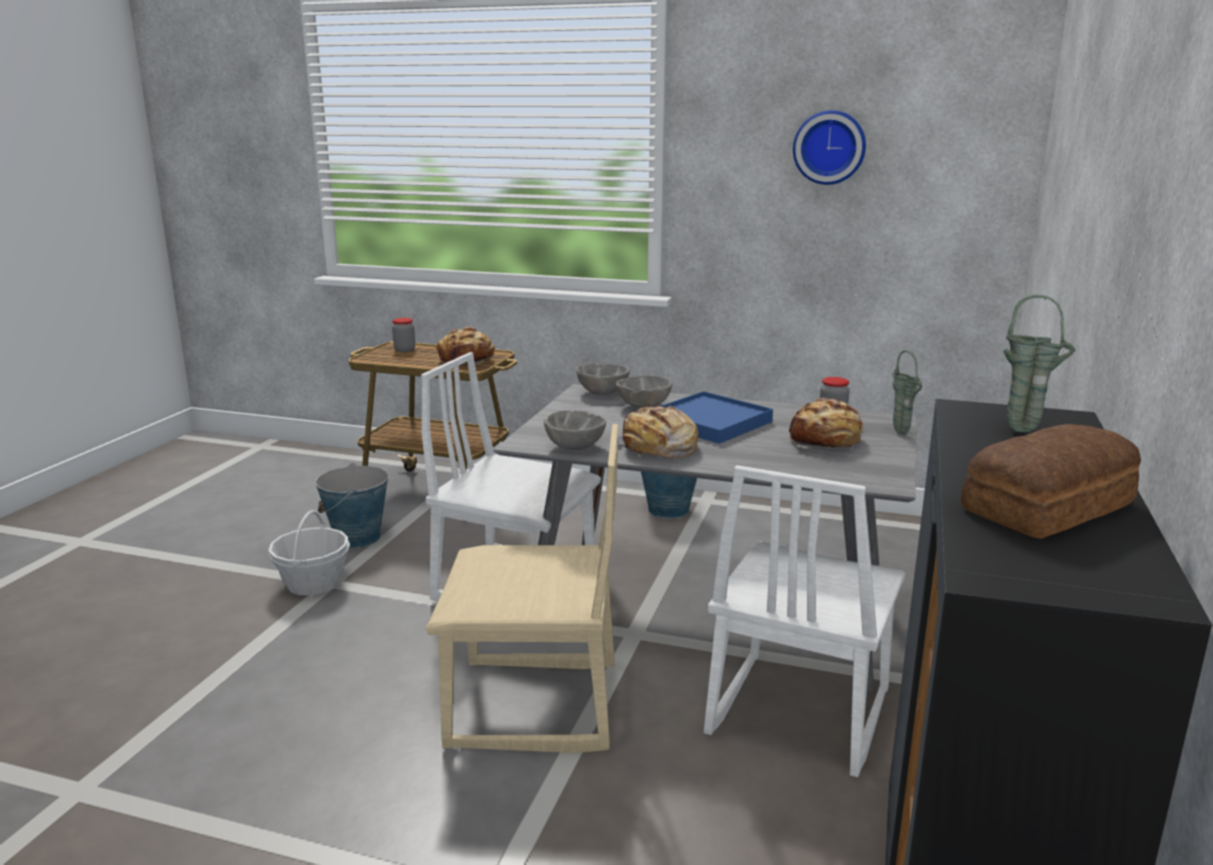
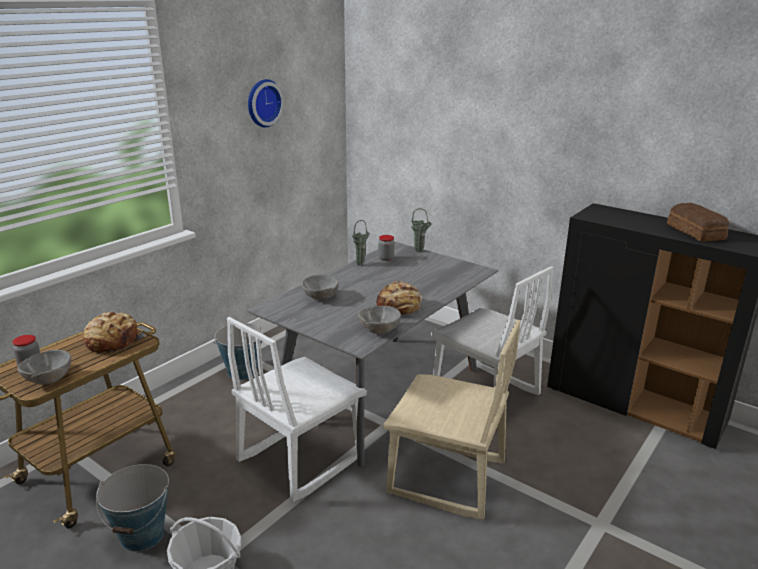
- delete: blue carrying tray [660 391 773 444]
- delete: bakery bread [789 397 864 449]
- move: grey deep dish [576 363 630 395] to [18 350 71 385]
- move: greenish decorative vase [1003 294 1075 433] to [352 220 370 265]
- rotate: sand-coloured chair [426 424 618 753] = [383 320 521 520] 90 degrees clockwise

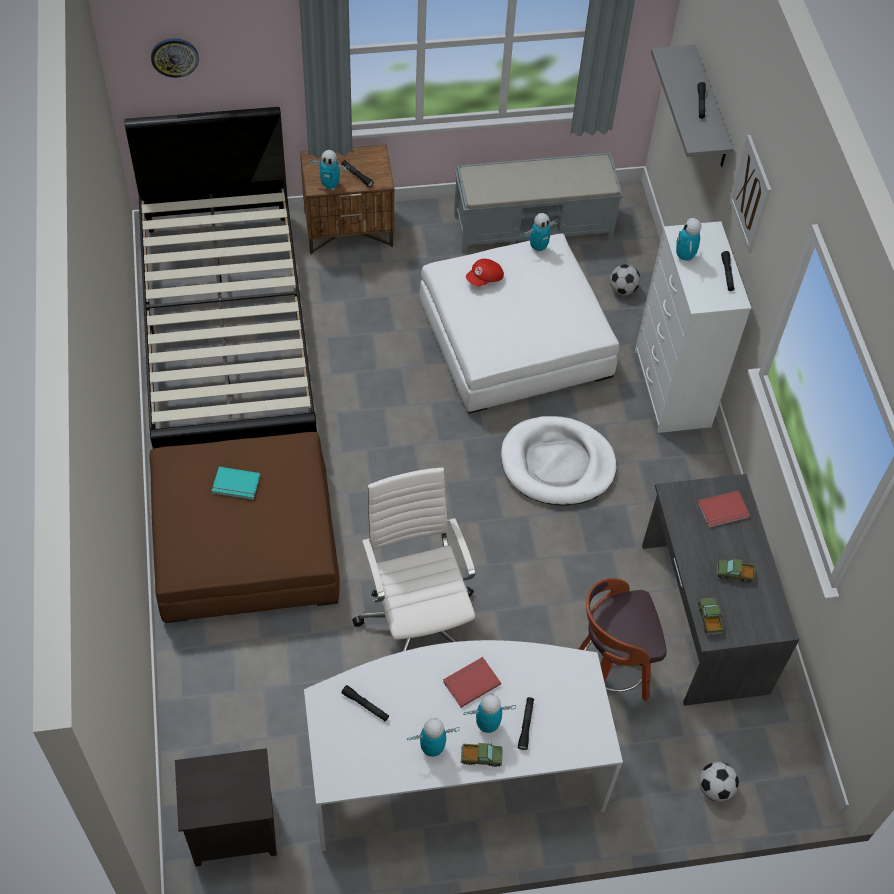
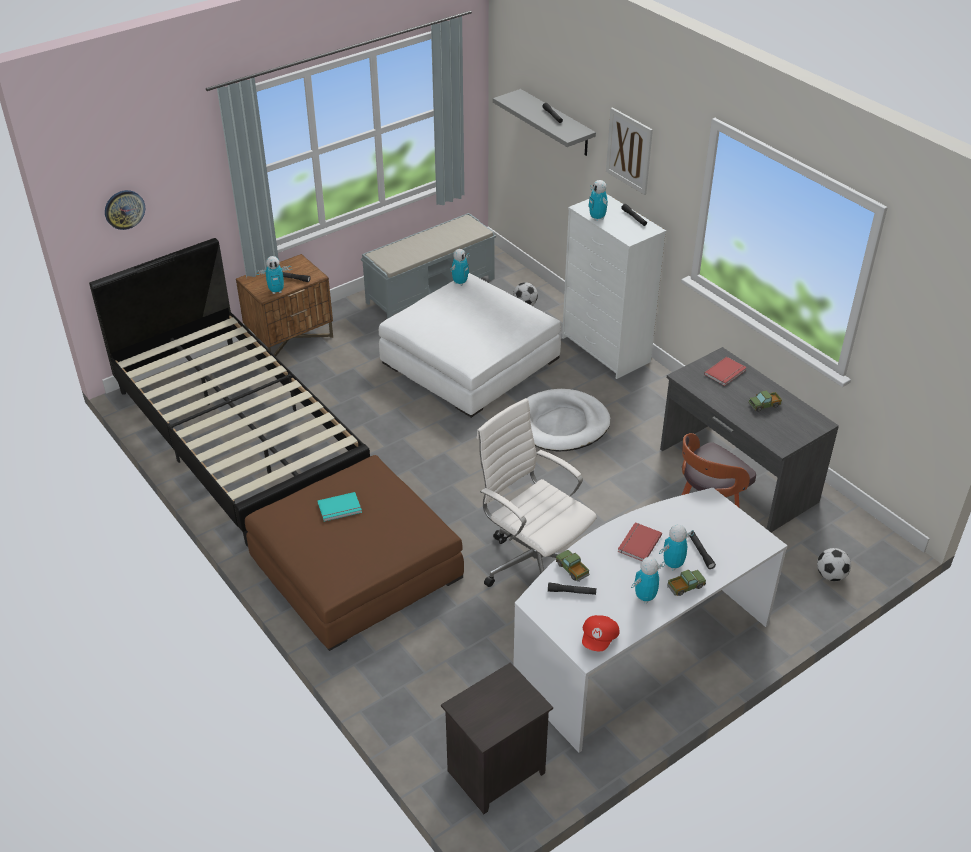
- move: red-coloured baseball cap [466 259 504 287] to [582 615 620 651]
- move: toy truck [698 597 724 636] to [556 550 590 582]

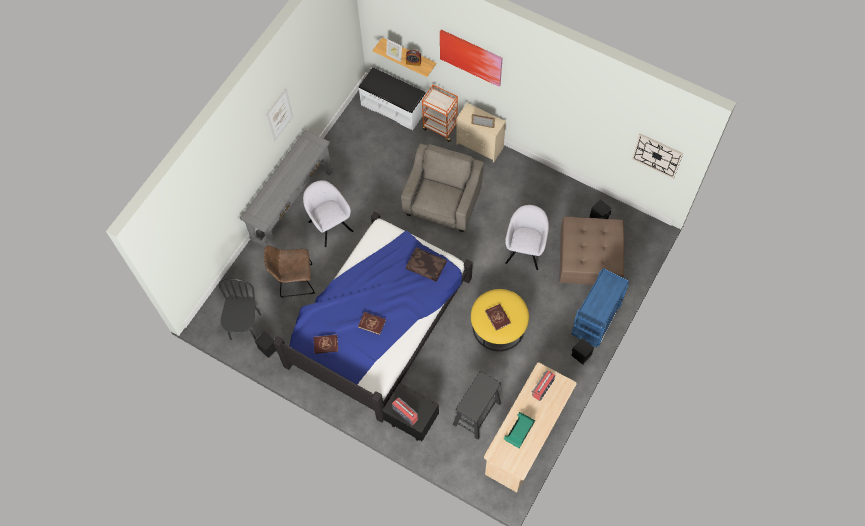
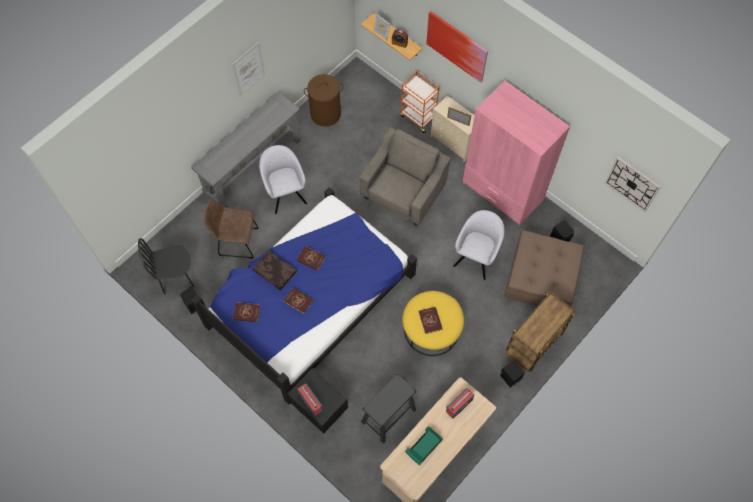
- delete: whitish indoor bench [358 67 426 130]
- insert: red-coloured volume [296 246 326 271]
- insert: brownish washing basket [304 74 343 127]
- insert: pink-coloured armoire [463 80 570 226]
- move: brownish cushion [405 247 447 282] to [252 251 297 290]
- recolor: blue cart [571 268 629 347] to brownish cart [505 292 576 372]
- rotate: blackish chair [219 278 261 340] = [138 238 194 295] 120 degrees counterclockwise

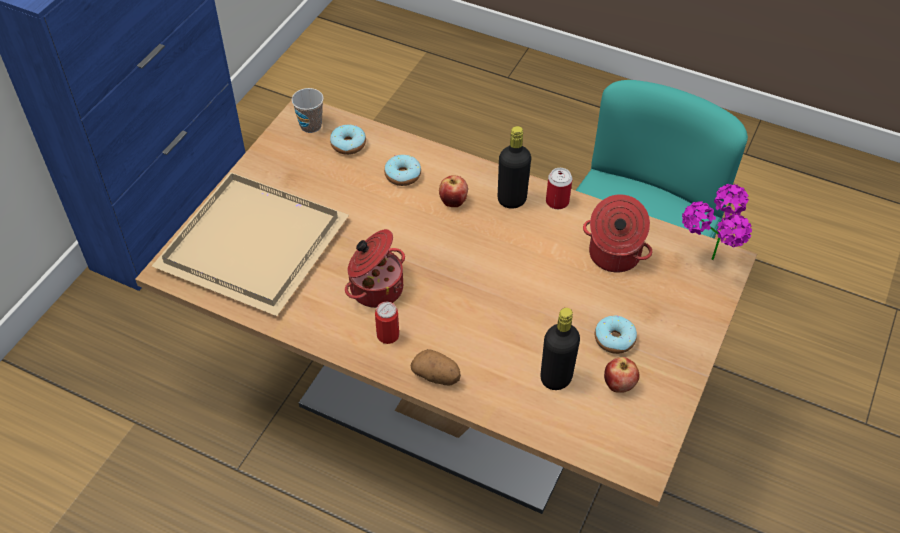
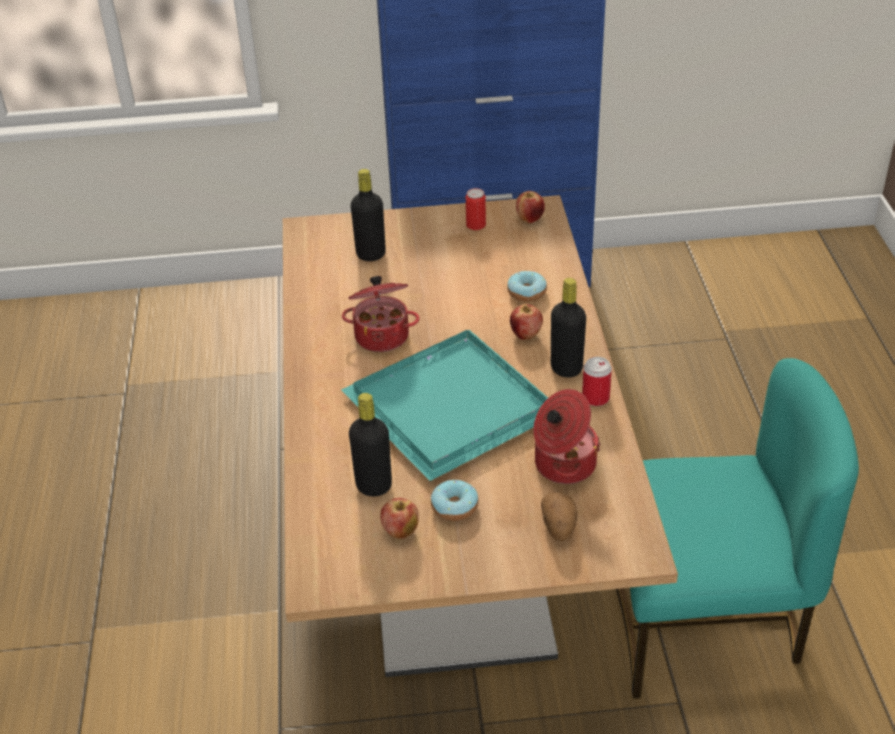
- delete: donut [330 125 366 155]
- delete: houseplant [682 184 752 260]
- insert: blue-green carrying tray [341 330 548 481]
- move: metal can [375 302 399 344] to [466 188 486 230]
- move: spud [410 349 461 385] to [541 493 578 542]
- replace: sand-coloured carrying tray [152 172 349 316] to blackish beverage bottle [351 169 386 261]
- replace: cup [291 88 324 133] to apple fruit [516 191 545 223]

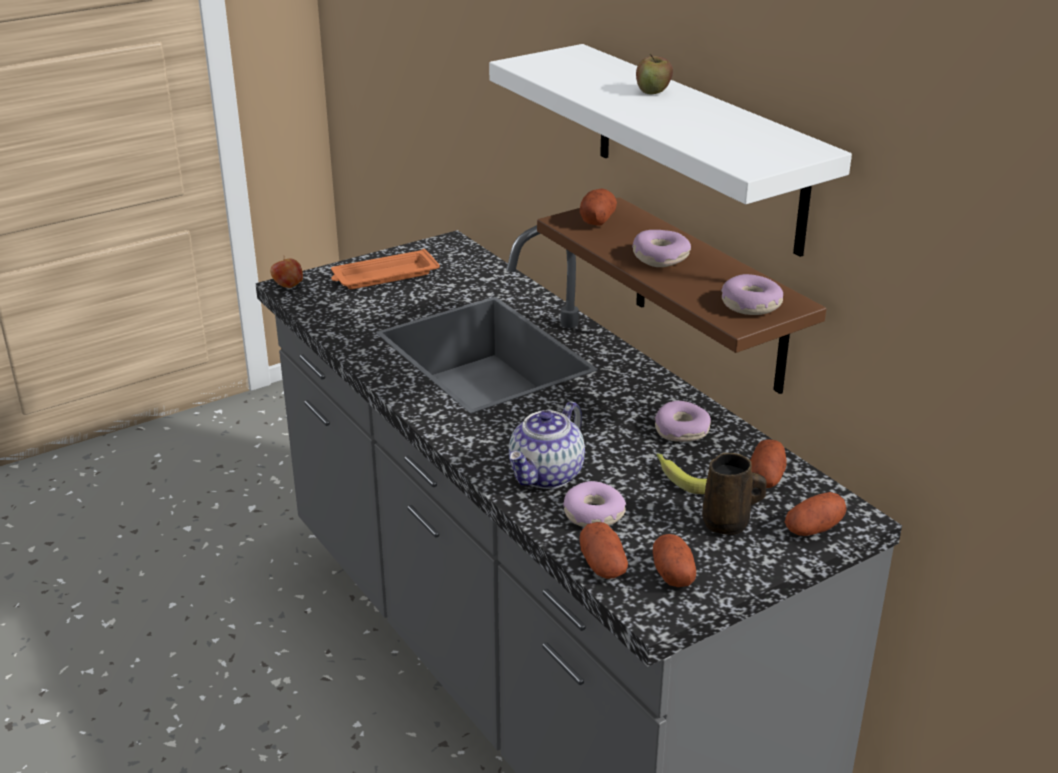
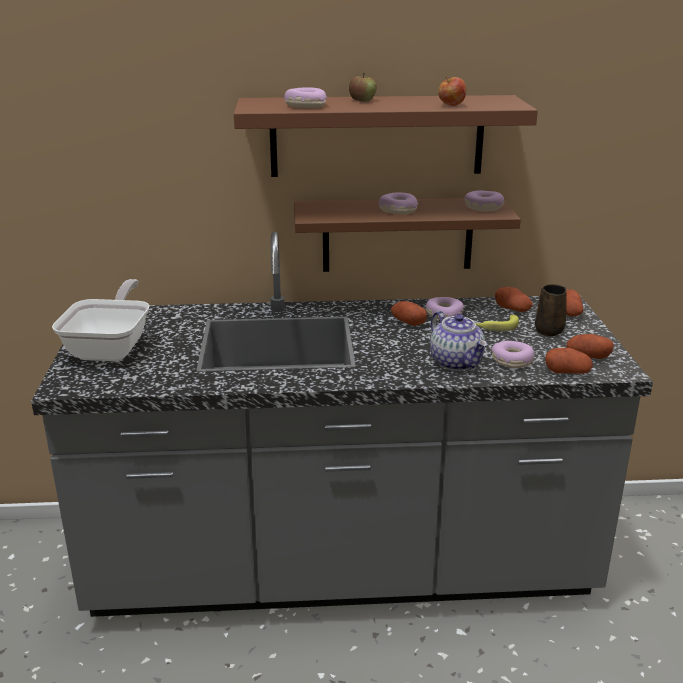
- insert: donut [284 87 327 108]
- move: apple fruit [270 256 303 288] to [438 76 466 106]
- move: spud [580 189 617 226] to [391 301 427 326]
- replace: orange-coloured carrying tray [331 249 440 289] to skillet [52 279 150 361]
- recolor: whitish wall shelf [489 44 852 257] to brownish wall shelf [234 95 538 177]

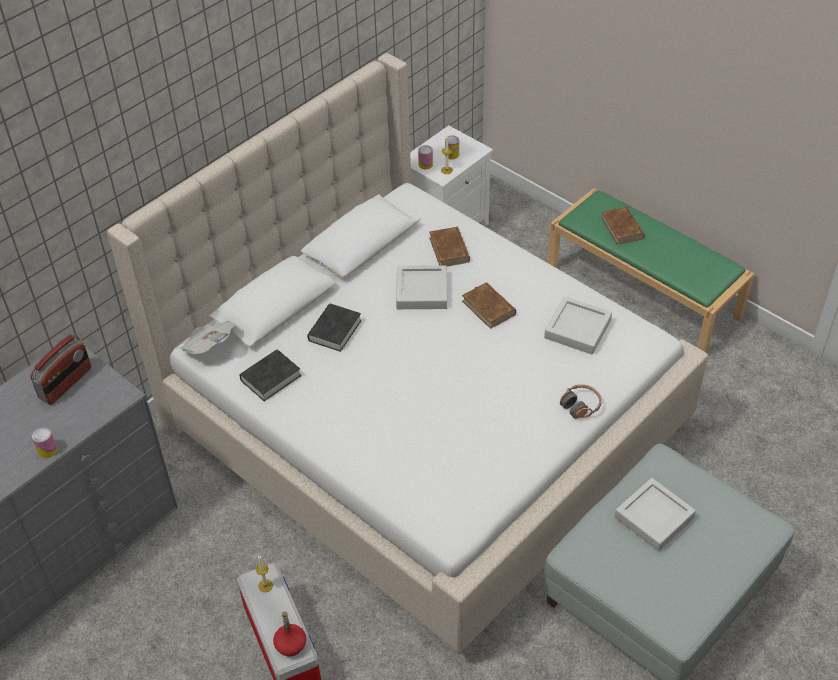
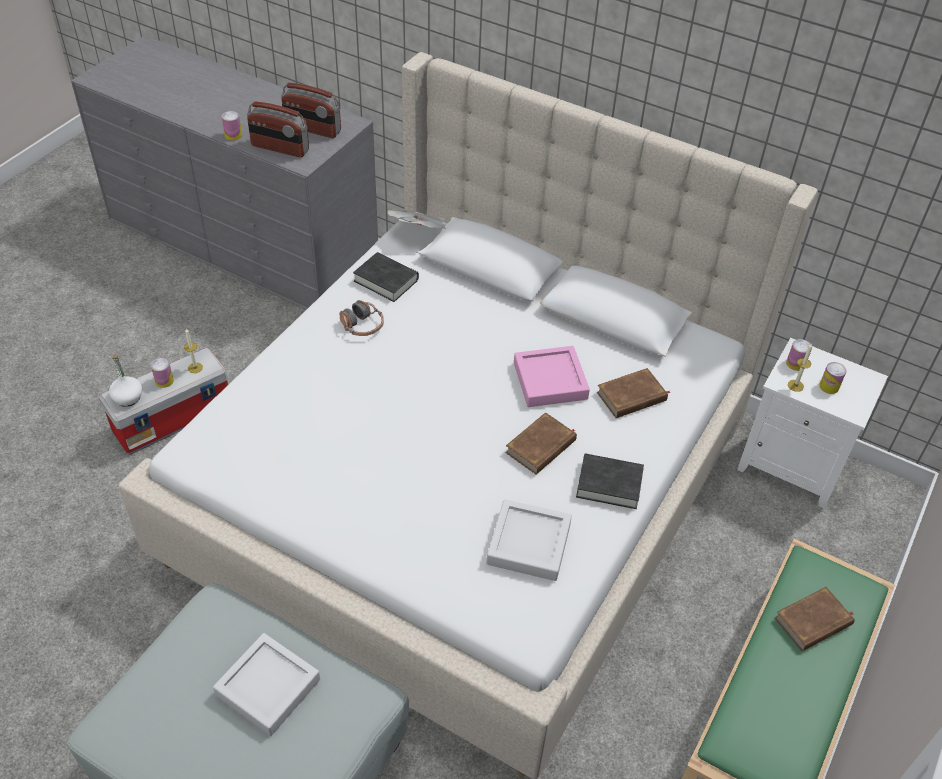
- insert: metal can [151 358 174 388]
- insert: radio [247 101 309 158]
- move: blackish volume [307 304 361 352] to [576 453 644 509]
- move: headphones [560 384 602 419] to [340 300 384 336]
- recolor: red-coloured beverage bottle [273 611 306 657] to whitish beverage bottle [109 354 142 407]
- recolor: grey carrying tray [396 265 447 309] to pink-coloured carrying tray [514 346 590 407]

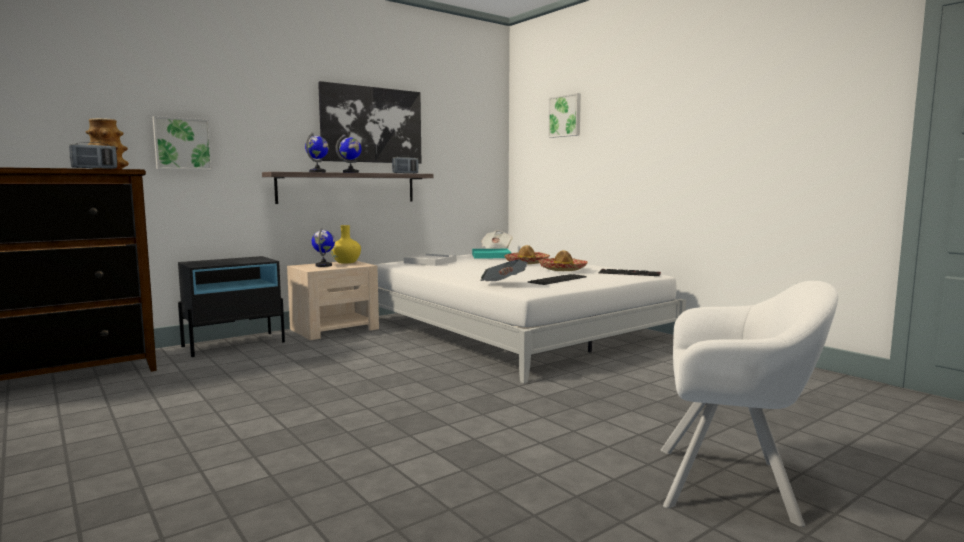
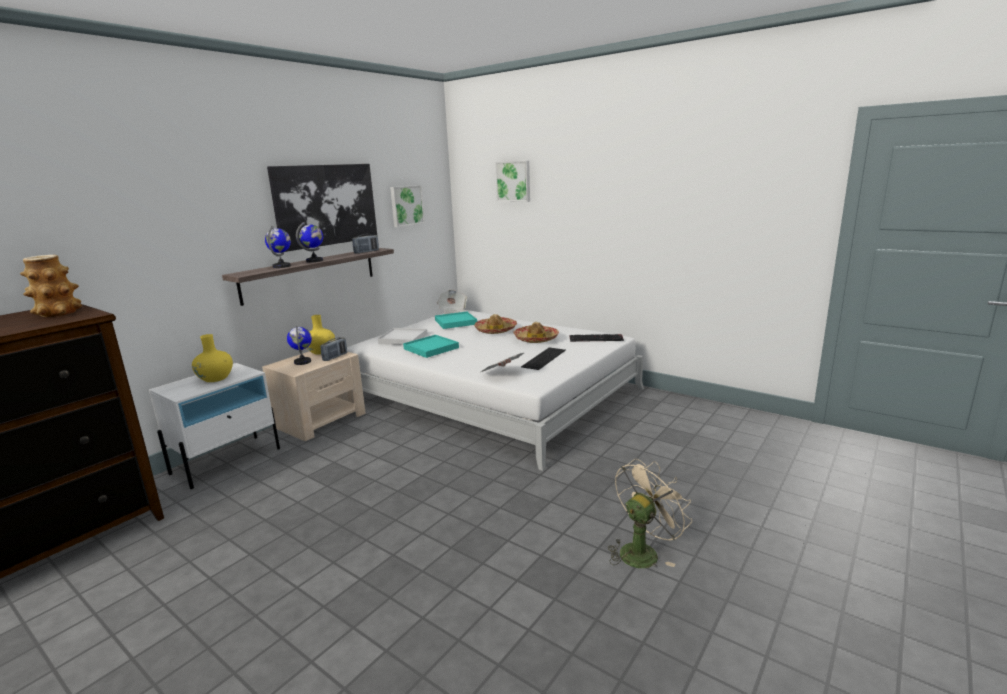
- delete: whitish easy chair [661 281 838 527]
- insert: yellowish decorative vase [192 334 233 382]
- insert: blue-green carrying tray [403 335 459 358]
- insert: sand-coloured electric fan [608 459 692 568]
- move: radio [69 142 117 169] to [320 337 347 361]
- move: wall picture [153 116 213 170] to [390 185 425 227]
- recolor: blackish night table [178 256 285 357] to whitish night table [149 363 280 489]

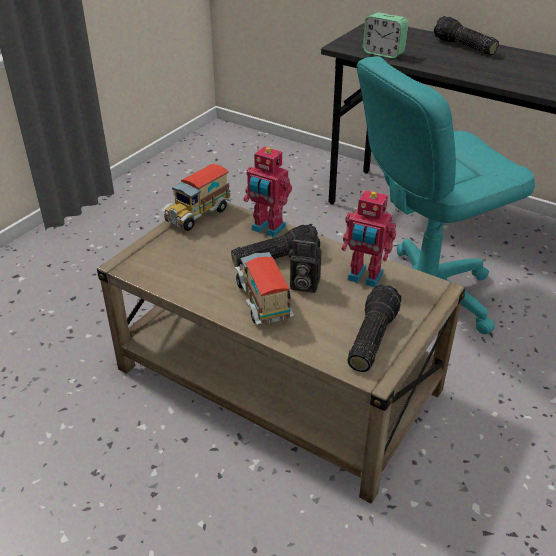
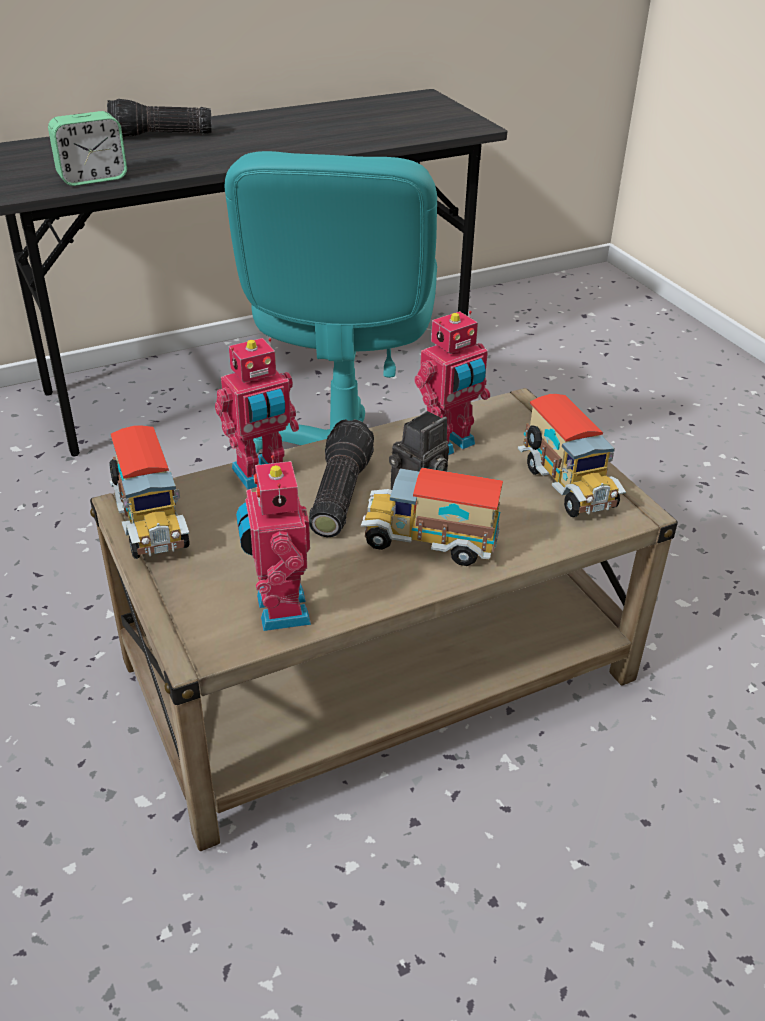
- insert: toy robot [236 455 311 631]
- replace: hand torch [348 284 401 372] to toy truck [518 394 626 517]

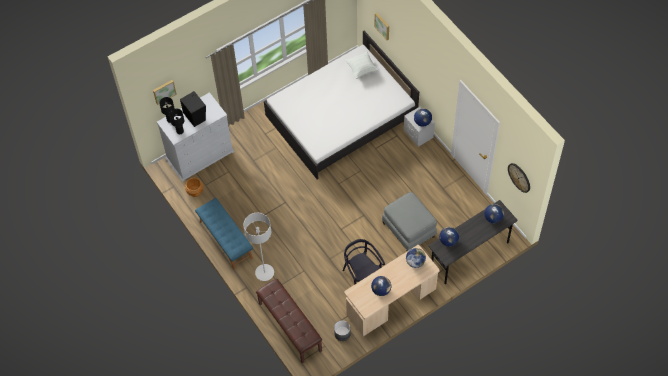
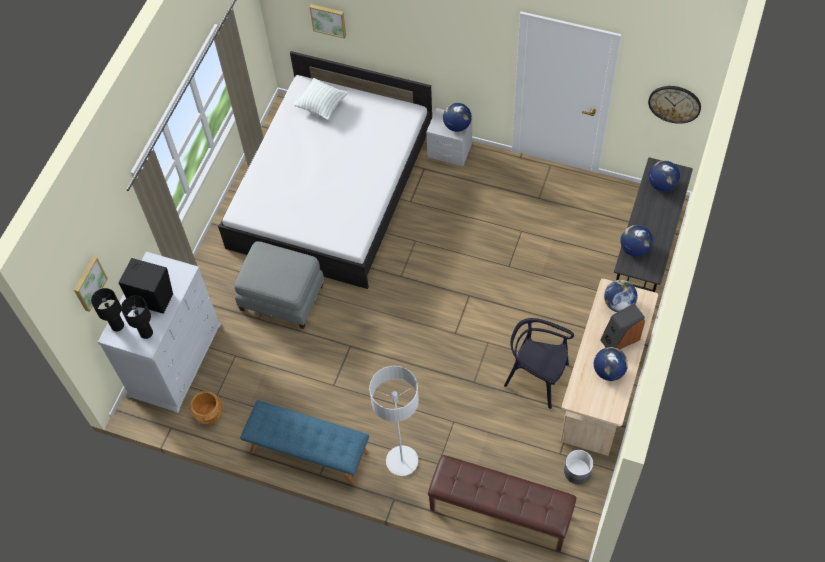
- insert: speaker [600 303 645 349]
- move: grey pouffe [382 192 437 252] to [234 241 325 329]

